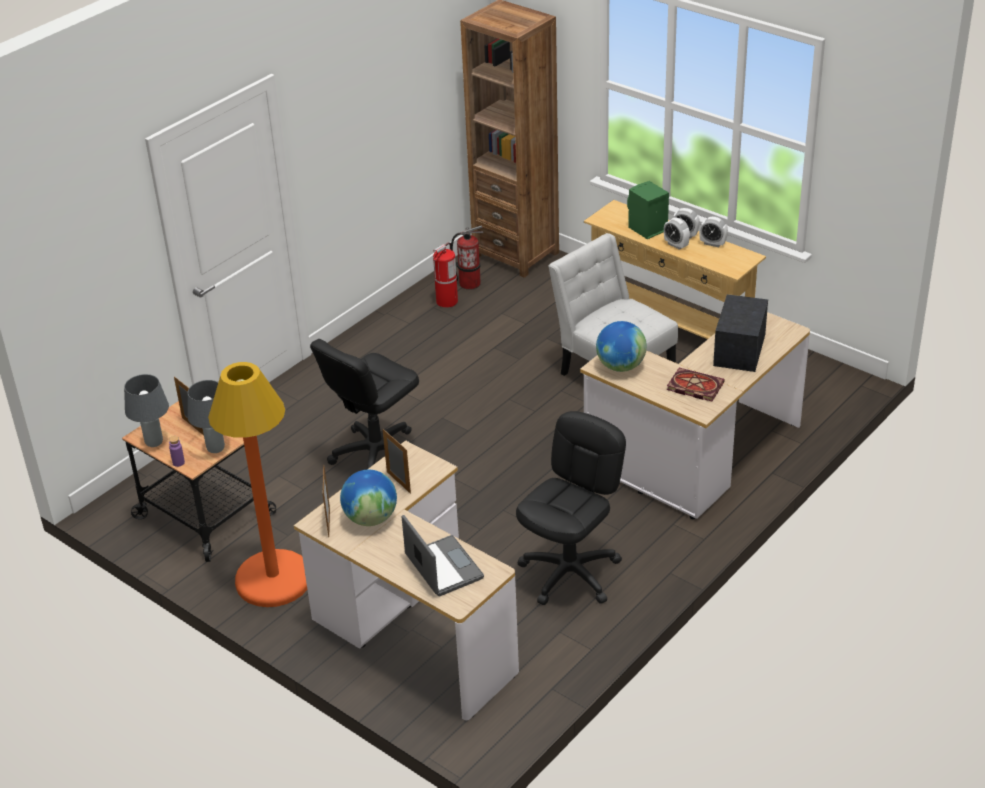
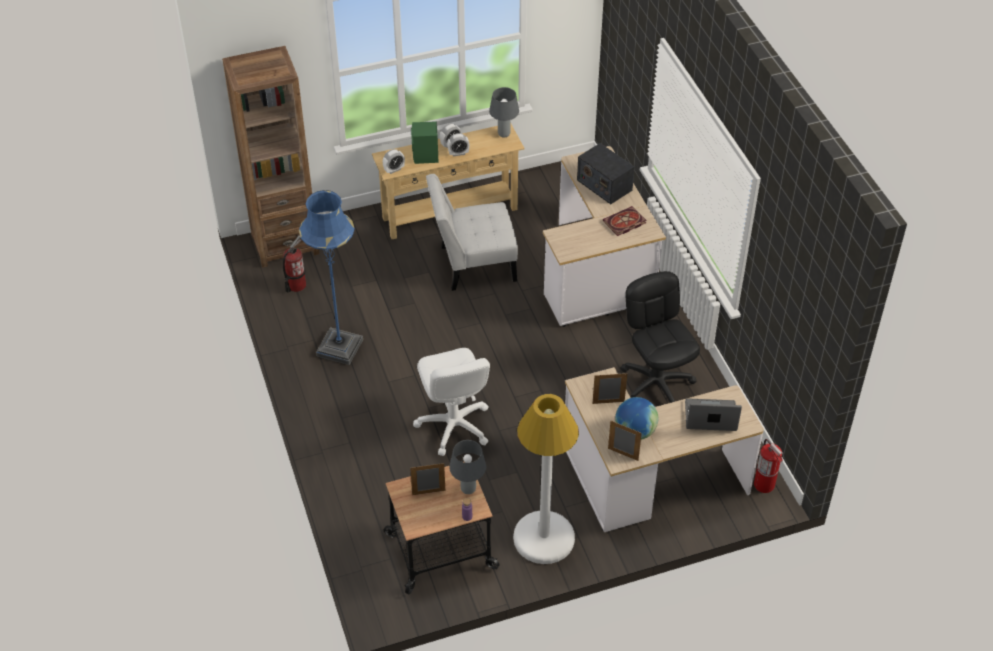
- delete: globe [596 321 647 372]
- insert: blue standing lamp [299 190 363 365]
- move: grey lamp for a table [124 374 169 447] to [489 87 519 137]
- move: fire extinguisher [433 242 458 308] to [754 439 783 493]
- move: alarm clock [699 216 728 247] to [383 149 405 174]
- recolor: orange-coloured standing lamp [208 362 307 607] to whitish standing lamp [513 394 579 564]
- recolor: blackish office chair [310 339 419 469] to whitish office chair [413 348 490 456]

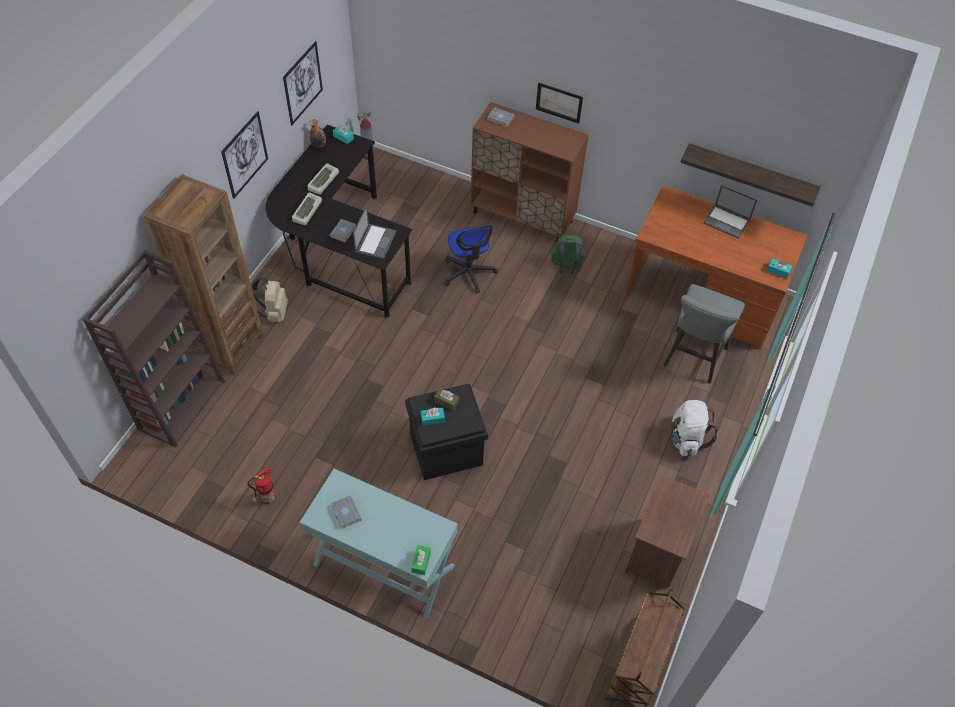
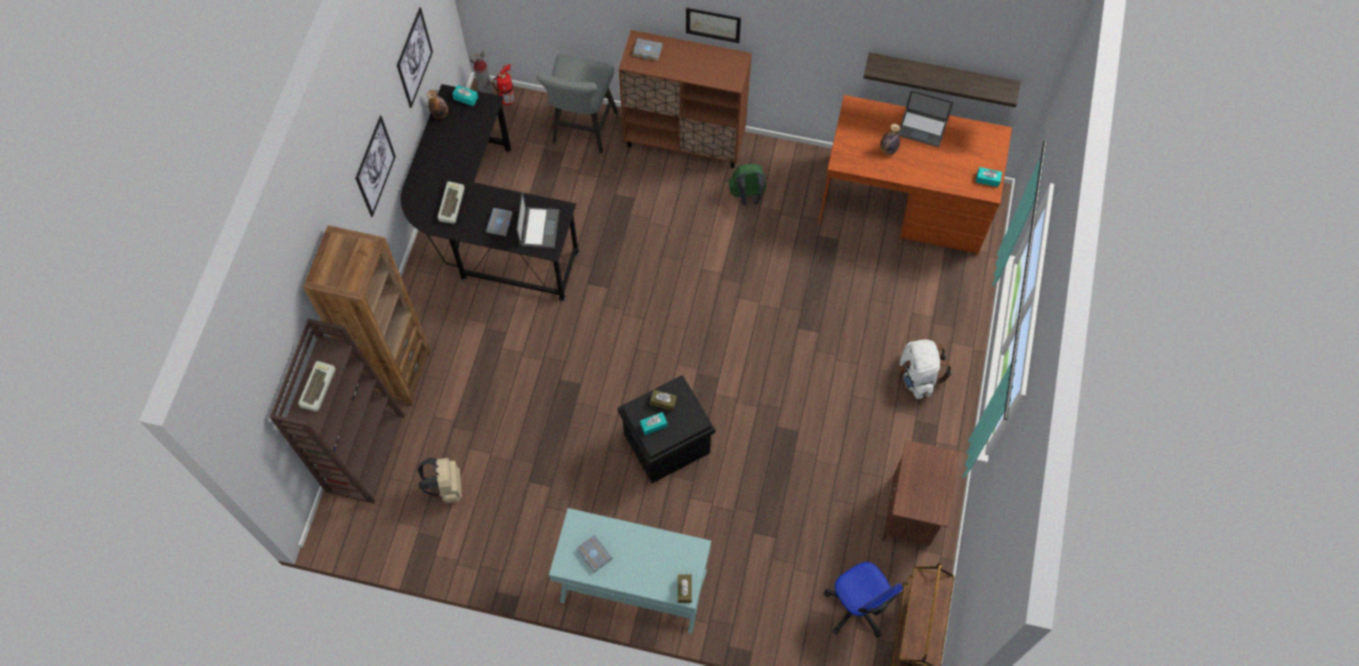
- insert: beverage bottle [880 124 900 155]
- move: fire extinguisher [248 467 276 504] to [492 64 515 105]
- move: sand-coloured knapsack [252 278 288 322] to [417 458 462 503]
- move: PC keyboard [307 163 339 195] to [298 361 336 412]
- move: office chair [444 225 498 293] to [824 562 903 638]
- move: grey stool [663 284 745 384] to [536 55 618 154]
- recolor: greenish tissue holder [411 545 431 575] to brownish tissue holder [678 574 692 603]

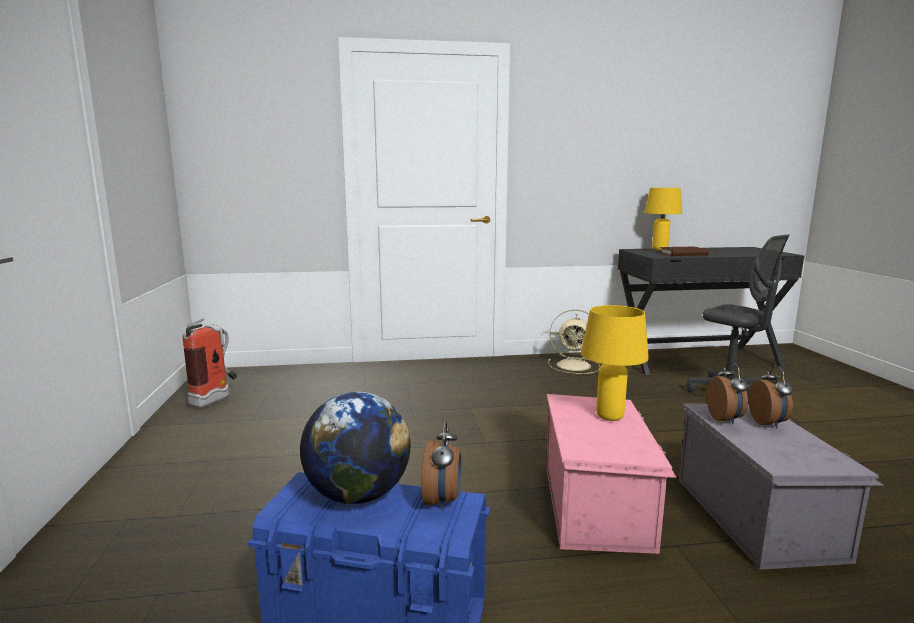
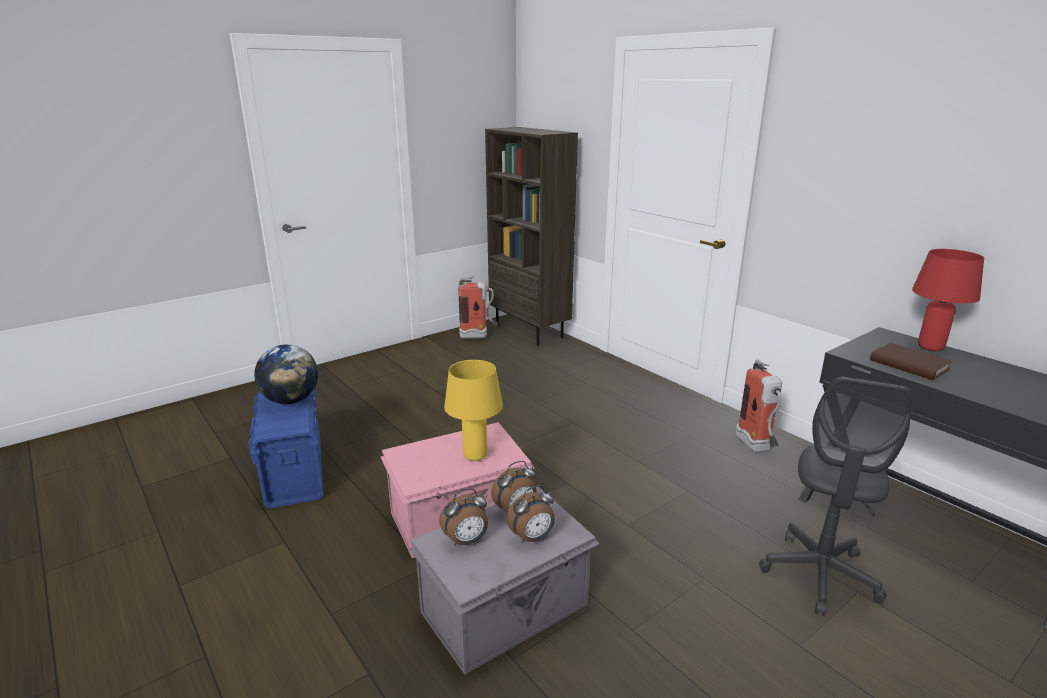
- insert: brownish bookcase [485 127 578 346]
- move: alarm clock [421 421 461 510] to [439 488 488 546]
- replace: sand-coloured electric fan [548 310 600 374] to fire extinguisher [736 360 782 453]
- recolor: yellowish lamp for a table [644 188 682 250] to red-coloured lamp for a table [912 249 984 351]

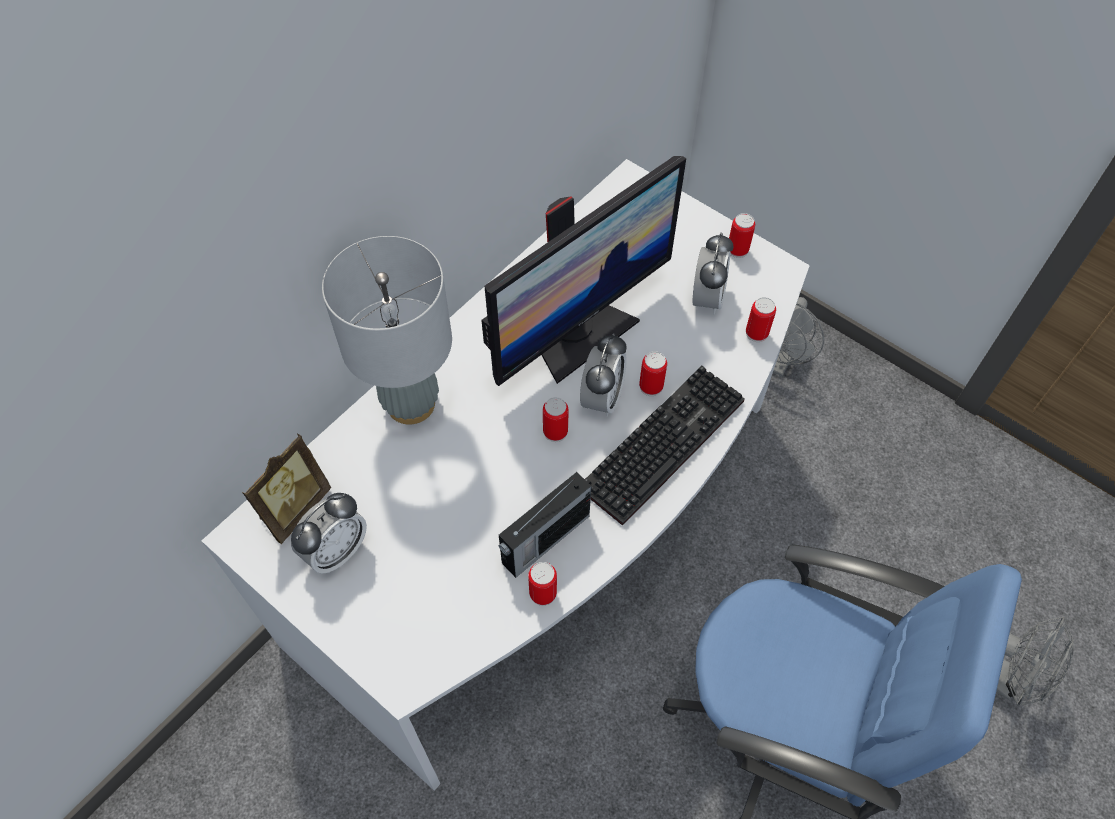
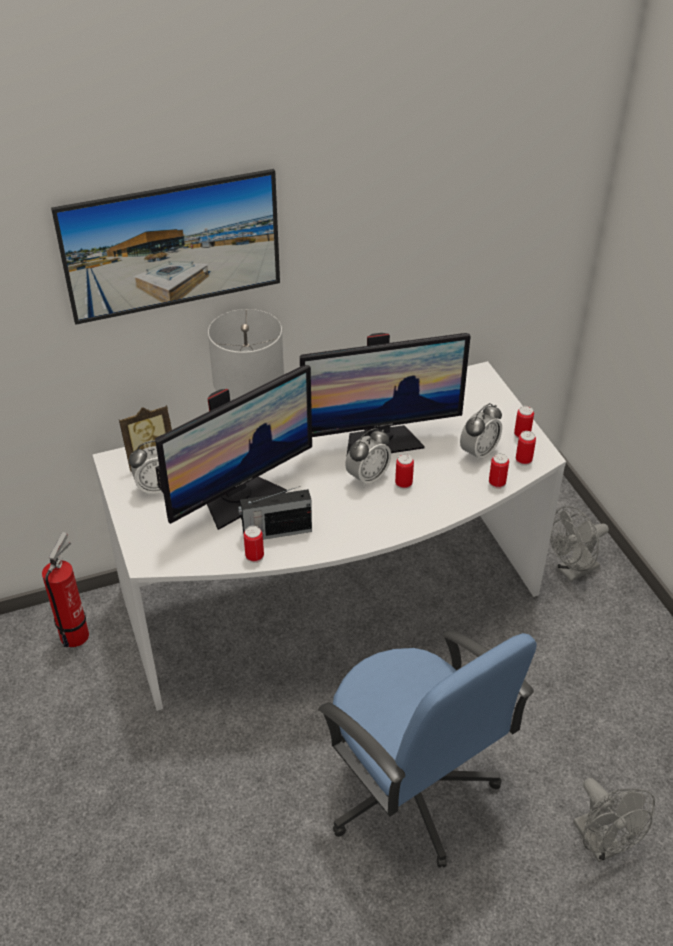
- delete: PC keyboard [585 366 745 526]
- insert: fire extinguisher [42 532 89 647]
- insert: wall picture [51 169 280 325]
- insert: computer display [155 365 312 530]
- move: metal can [543 397 569 442] to [516 431 536 466]

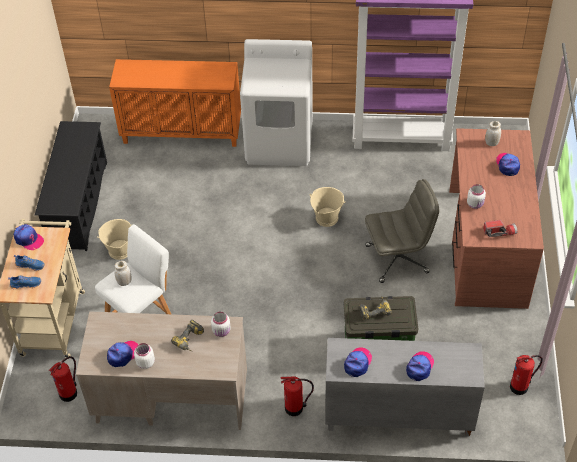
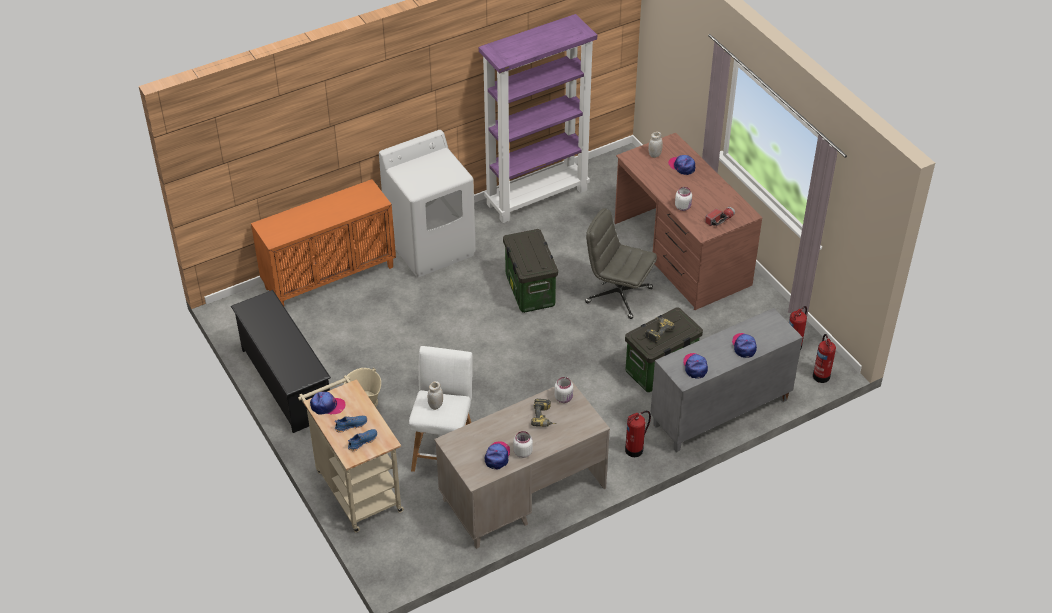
- move: fire extinguisher [49 356 77 402] to [813 334 836 383]
- replace: sand-coloured bucket [310 187 346 227] to storage bin [503 229 558 313]
- rotate: grey office chair [365 179 440 283] = [585 208 657 319] 105 degrees counterclockwise

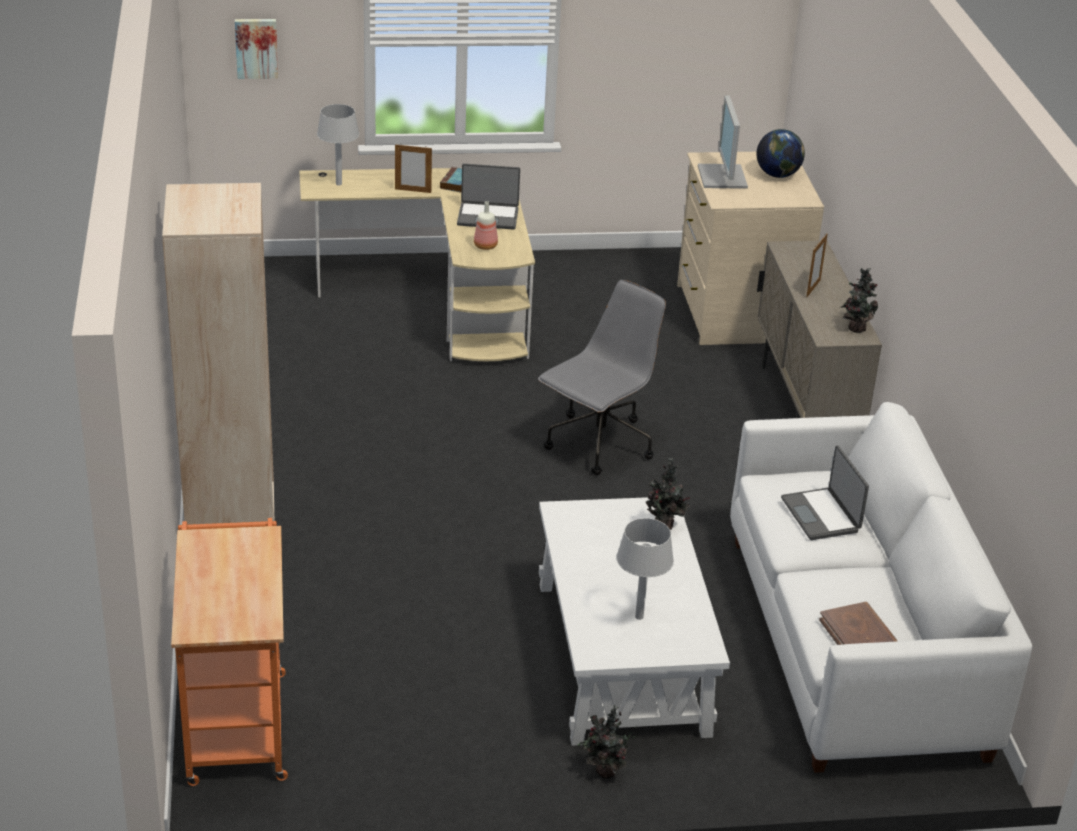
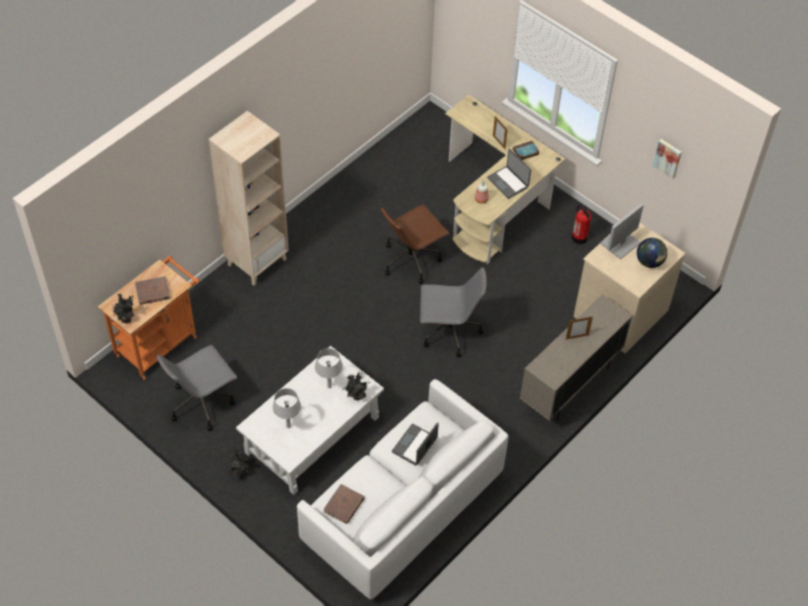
- insert: brownish volume [135 276 170 305]
- insert: grey office chair [157 345 237 431]
- insert: brownish office chair [381 205 449 284]
- insert: fire extinguisher [572 205 592 244]
- move: wall picture [235 19 278 79] to [653 139 682 179]
- move: grey lamp for a table [317 104 359 185] to [315 348 343 388]
- move: houseplant [841 268 878 333] to [113 293 134 324]

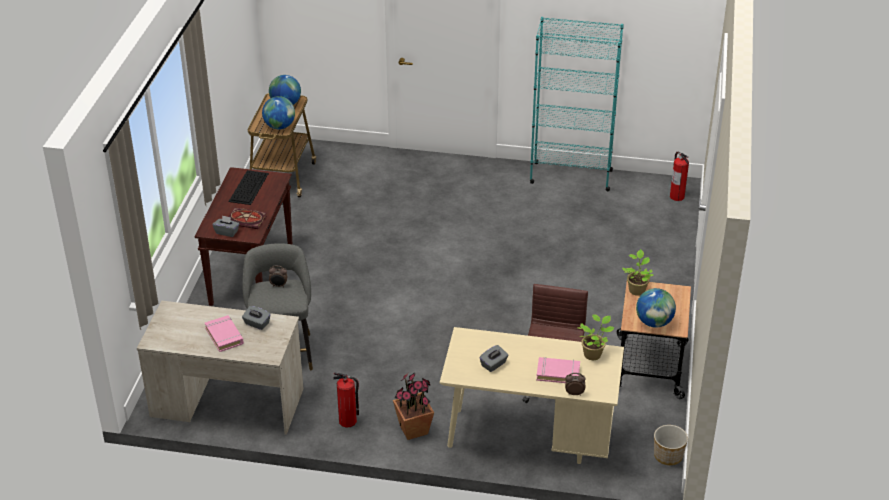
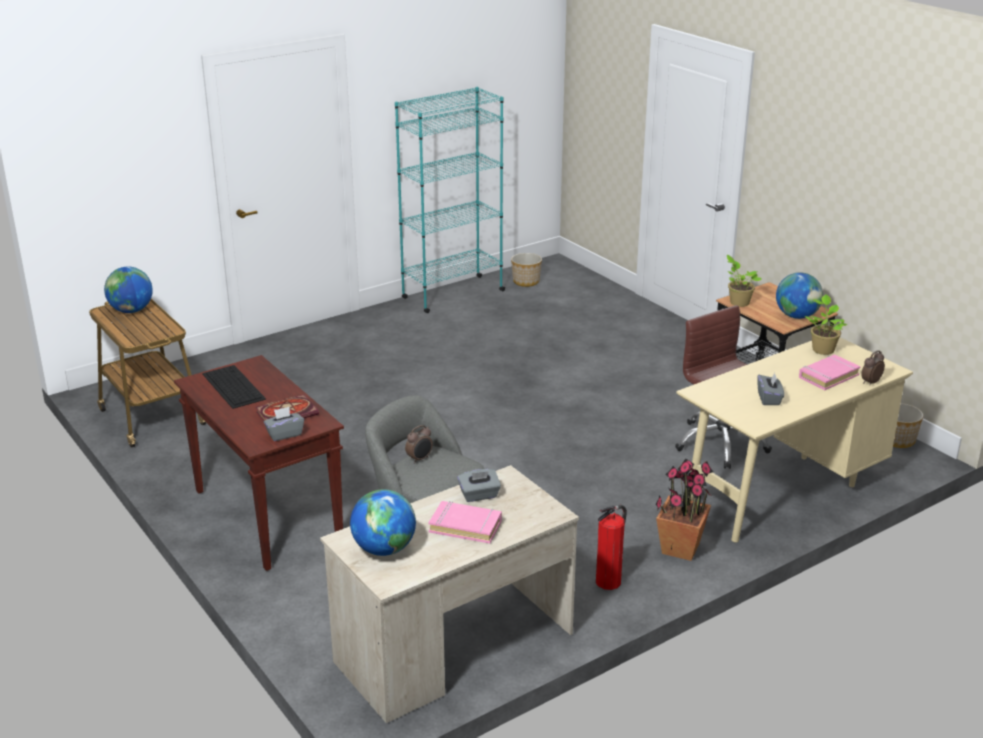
- delete: fire extinguisher [670 152 689 201]
- insert: planter [511 253 542 287]
- move: globe [262 96 295 129] to [350 489 416 556]

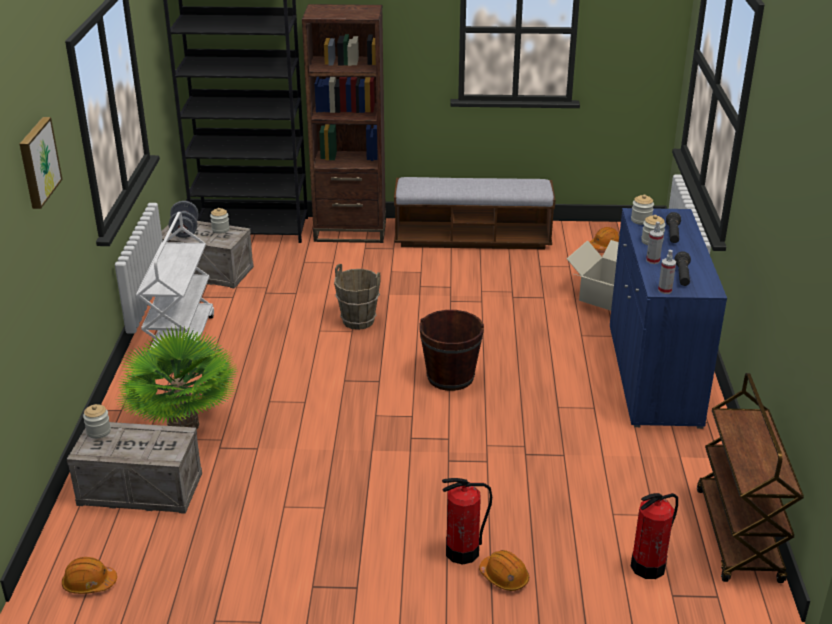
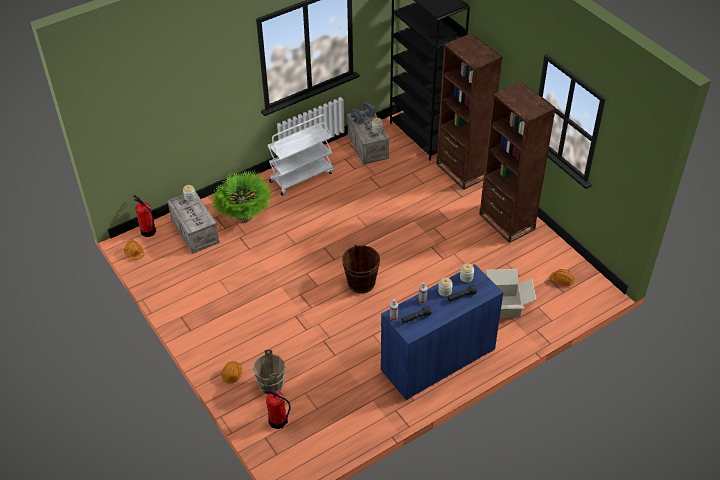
- delete: wall picture [19 117 62 209]
- delete: brownish cart [697 373 804 583]
- move: brownish bucket [334 264 381 330] to [253 349 286 395]
- move: fire extinguisher [442 478 492 565] to [134 195 156 237]
- replace: indoor bench [394 177 555 249] to brownish bookcase [479 81 556 243]

